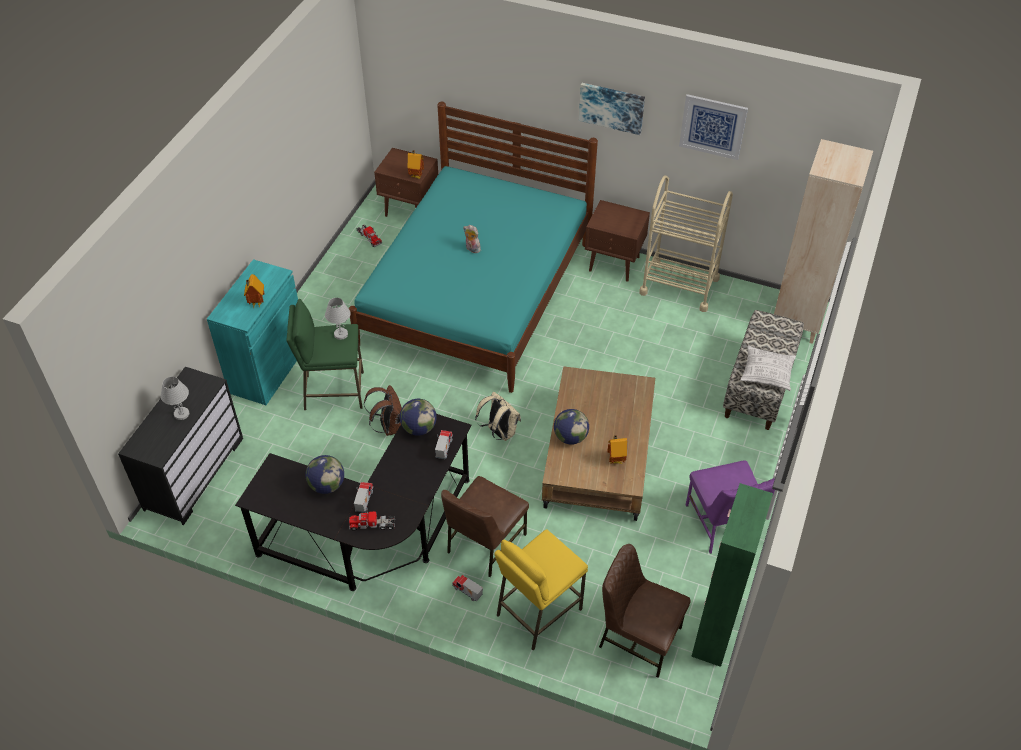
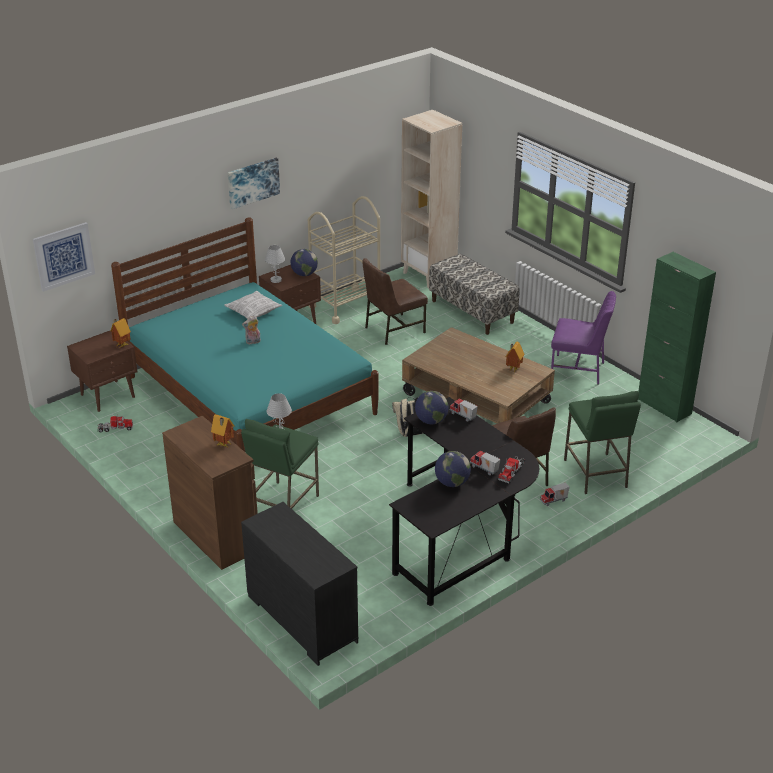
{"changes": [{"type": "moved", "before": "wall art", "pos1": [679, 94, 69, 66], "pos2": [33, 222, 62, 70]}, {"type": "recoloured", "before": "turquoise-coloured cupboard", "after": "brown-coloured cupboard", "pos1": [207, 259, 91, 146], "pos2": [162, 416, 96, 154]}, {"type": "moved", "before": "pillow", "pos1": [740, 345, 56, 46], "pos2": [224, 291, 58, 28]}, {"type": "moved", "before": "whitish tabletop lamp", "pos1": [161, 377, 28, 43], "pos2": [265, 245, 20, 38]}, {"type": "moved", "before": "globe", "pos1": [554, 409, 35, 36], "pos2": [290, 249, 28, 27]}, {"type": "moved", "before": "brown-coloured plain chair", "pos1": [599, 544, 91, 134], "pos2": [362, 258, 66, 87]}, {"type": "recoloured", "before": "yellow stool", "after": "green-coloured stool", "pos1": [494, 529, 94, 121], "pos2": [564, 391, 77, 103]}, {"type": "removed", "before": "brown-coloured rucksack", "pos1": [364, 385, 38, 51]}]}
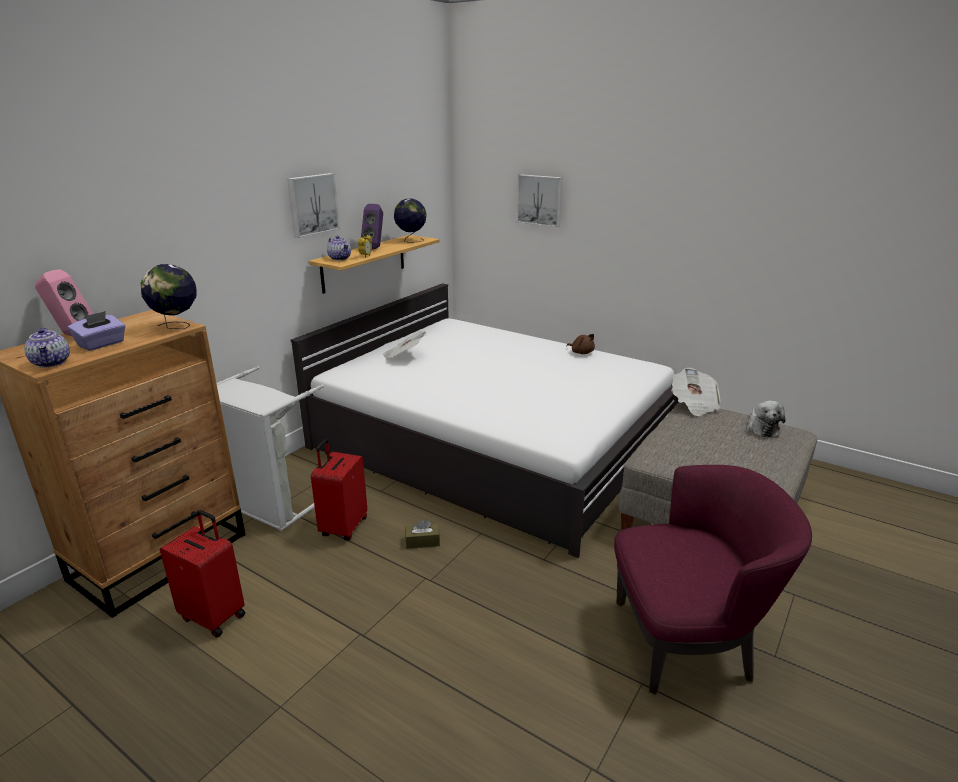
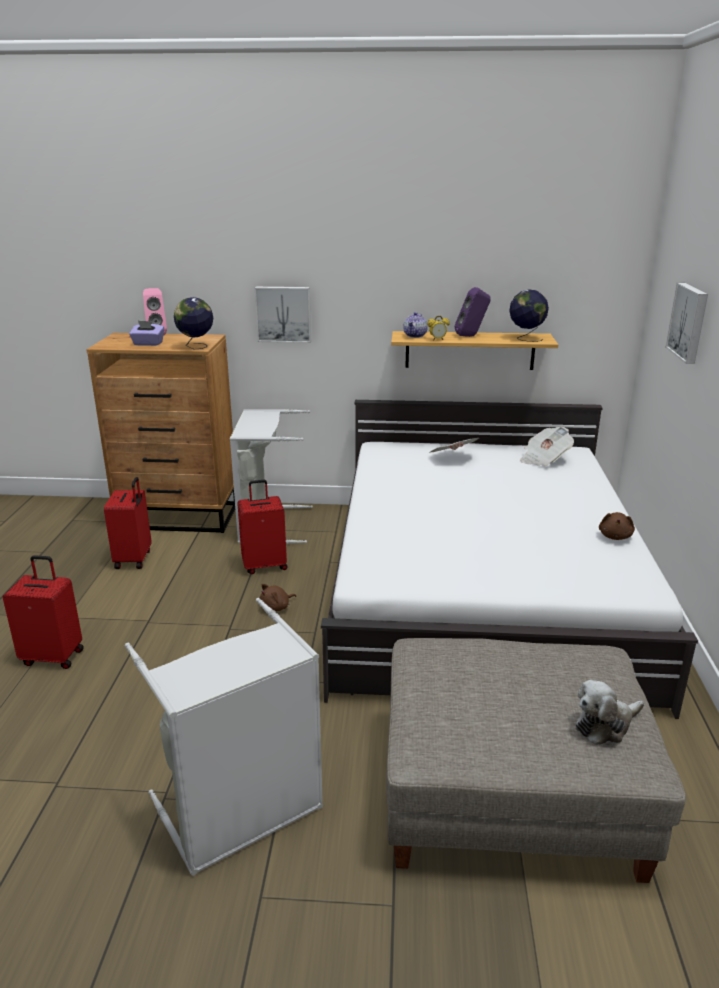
{"changes": [{"type": "added", "after": "red-coloured suitcase", "pos2": [3, 555, 81, 114]}, {"type": "replaced", "before": "purple-coloured easy chair", "after": "greyish hamper", "pos1": [614, 465, 198, 230], "pos2": [125, 598, 198, 278]}, {"type": "moved", "before": "wall art", "pos1": [287, 173, 53, 65], "pos2": [255, 287, 56, 56]}, {"type": "replaced", "before": "brown-coloured tissue holder", "after": "brown-coloured cuddly toy", "pos1": [405, 519, 35, 30], "pos2": [260, 584, 36, 27]}, {"type": "moved", "before": "printed paper", "pos1": [671, 368, 50, 48], "pos2": [520, 427, 54, 39]}, {"type": "removed", "before": "pot for tea", "pos1": [24, 328, 46, 40]}]}
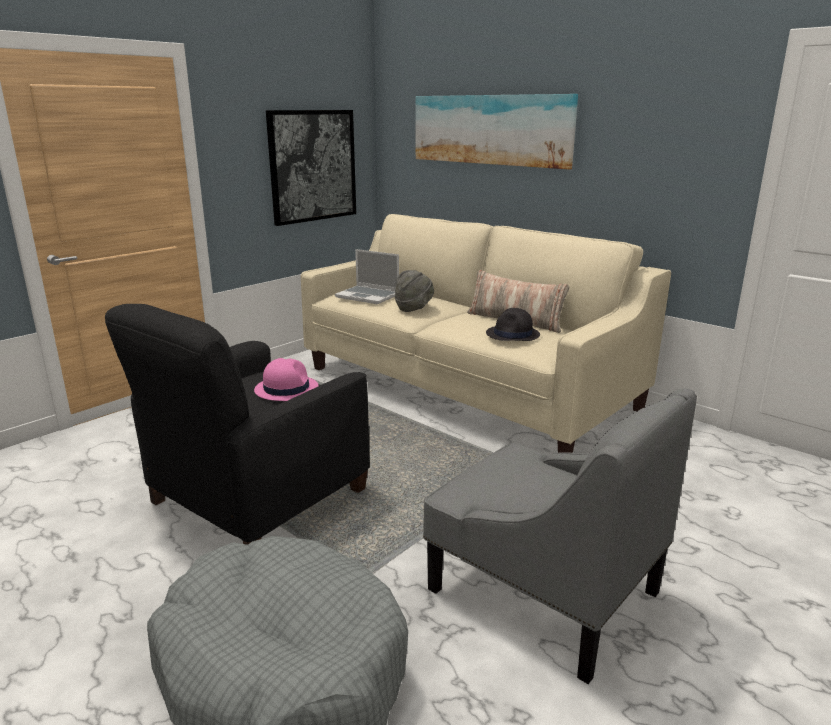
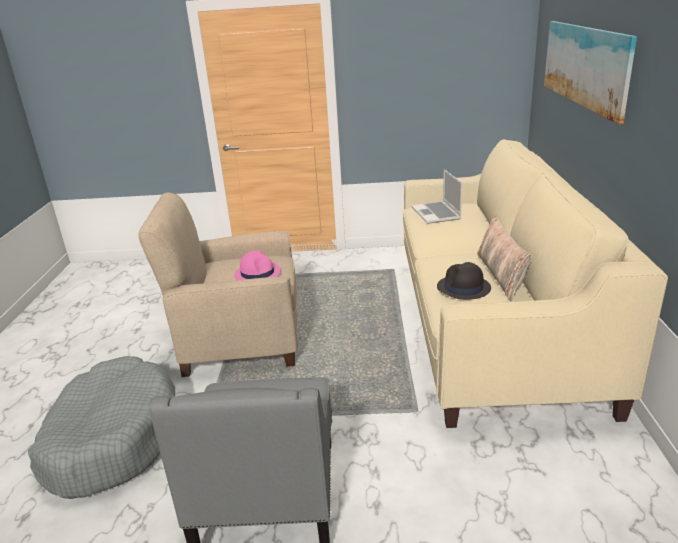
{"changes": [{"type": "recoloured", "before": "blackish easy chair", "after": "beige-coloured easy chair", "pos1": [105, 304, 265, 241], "pos2": [138, 192, 160, 185]}, {"type": "removed", "before": "wall art", "pos1": [266, 110, 90, 116]}, {"type": "removed", "before": "greyish hat", "pos1": [394, 270, 40, 42]}]}
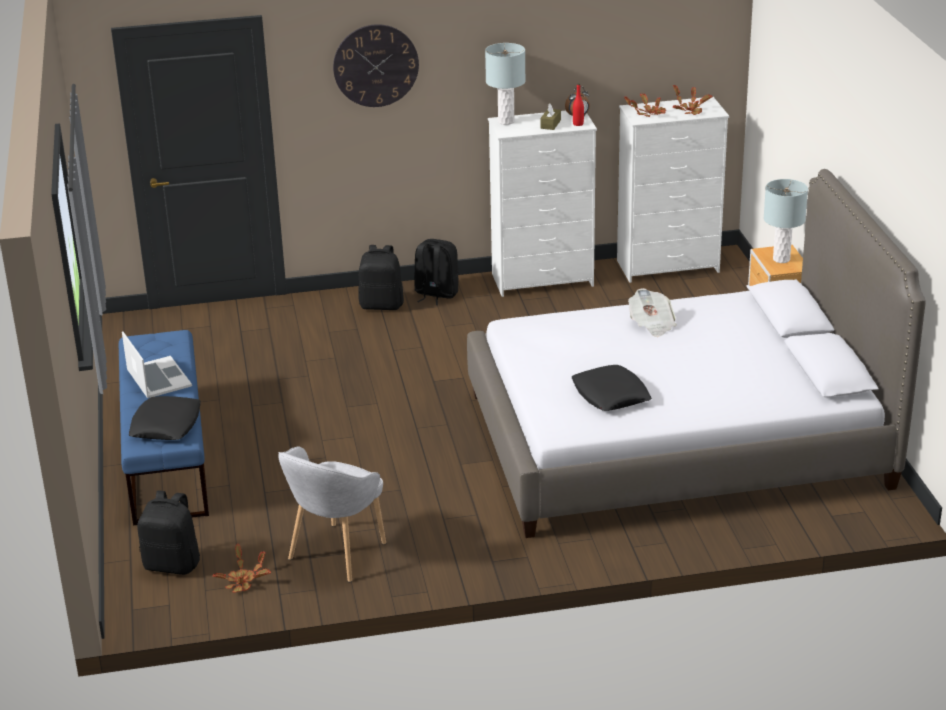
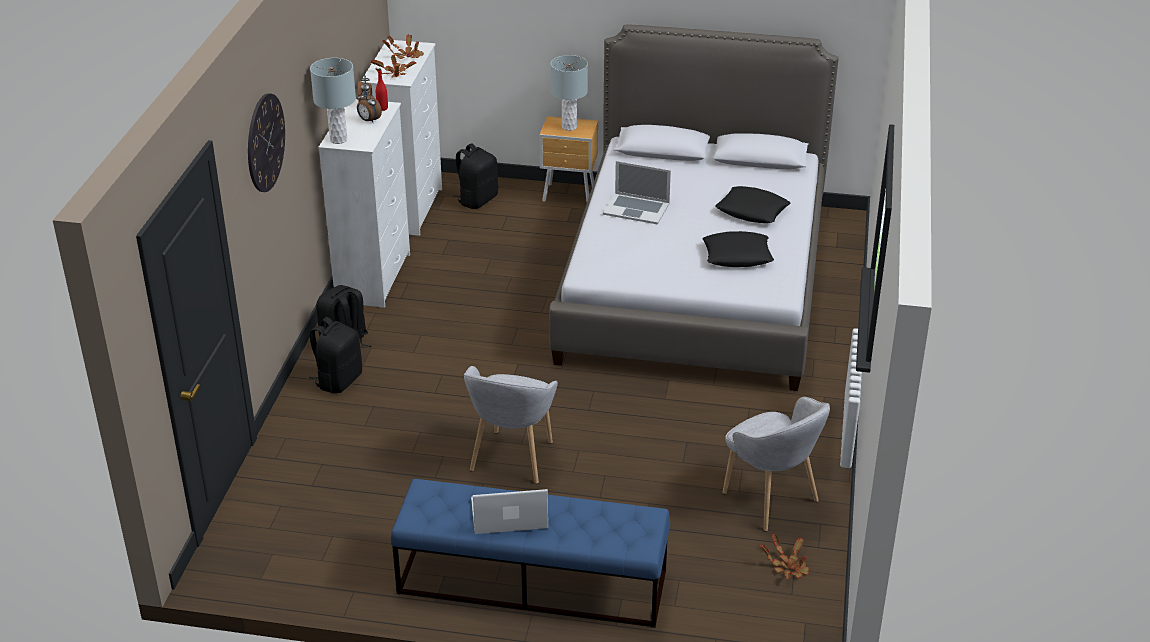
{"changes": [{"type": "replaced", "before": "brown-coloured tissue holder", "after": "bedside clock", "pos1": [541, 103, 20, 27], "pos2": [357, 90, 25, 32]}, {"type": "moved", "before": "blackish rucksack", "pos1": [137, 491, 63, 84], "pos2": [453, 143, 45, 66]}, {"type": "added", "after": "greyish easy chair", "pos2": [464, 366, 94, 118]}, {"type": "replaced", "before": "printed paper", "after": "notebook computer", "pos1": [628, 288, 49, 49], "pos2": [603, 161, 68, 64]}, {"type": "moved", "before": "blackish pillow", "pos1": [129, 396, 72, 44], "pos2": [715, 186, 76, 37]}]}
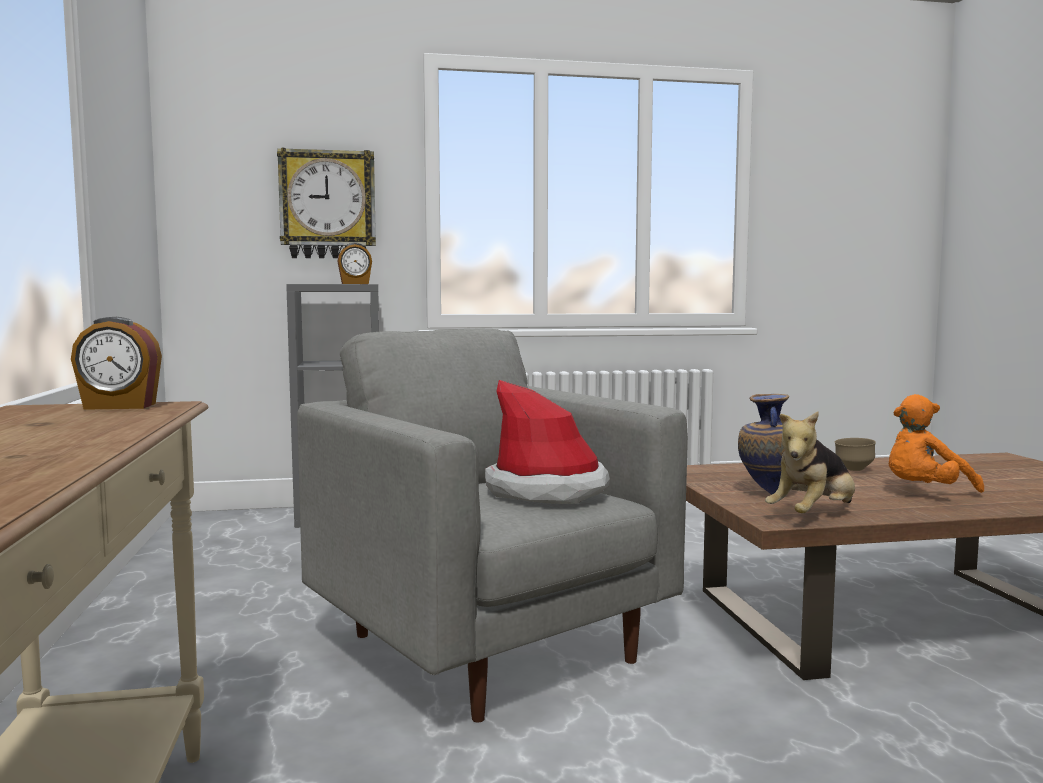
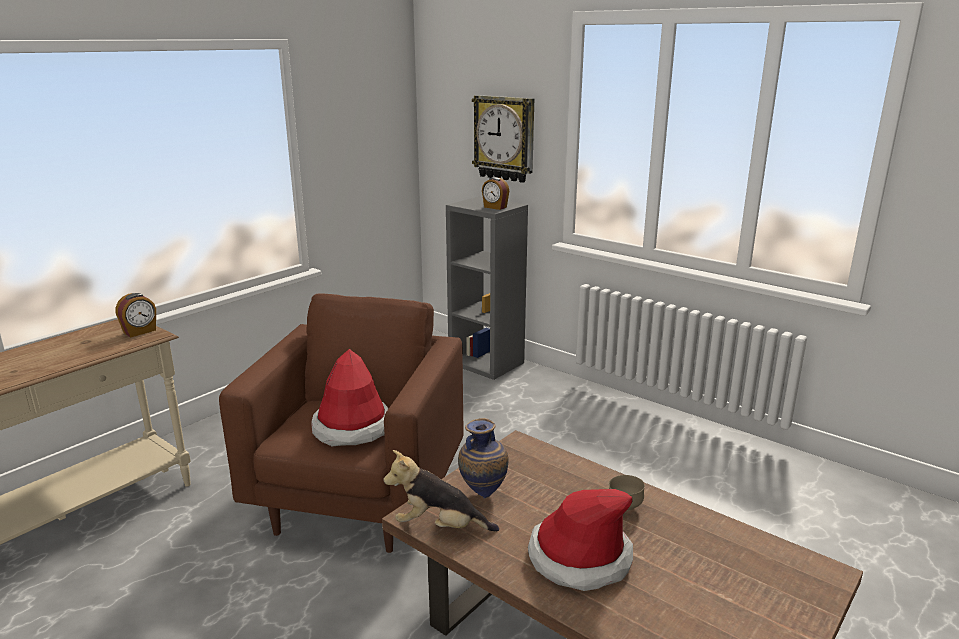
{"changes": [{"type": "turned", "before": "bedside clock", "pos1": [71, 317, 91, 93], "pos2": [116, 293, 40, 45], "turn": -90}, {"type": "recoloured", "before": "greyish easy chair", "after": "brown-coloured easy chair", "pos1": [297, 328, 391, 395], "pos2": [219, 293, 245, 260]}, {"type": "replaced", "before": "orangey cuddly toy", "after": "hat", "pos1": [889, 394, 95, 99], "pos2": [528, 489, 105, 102]}]}
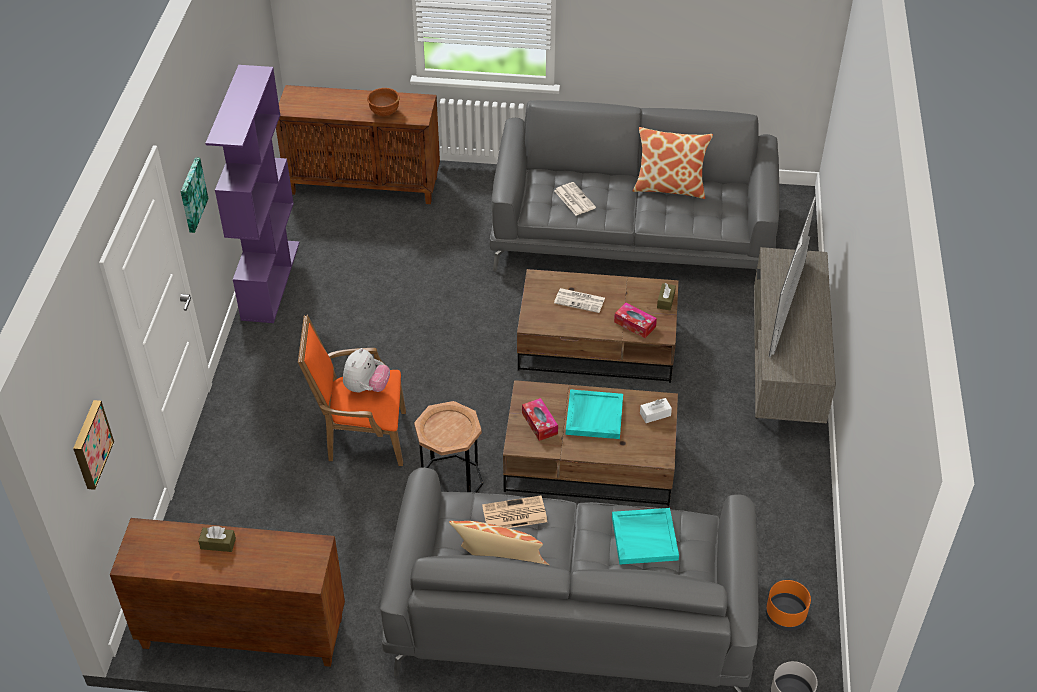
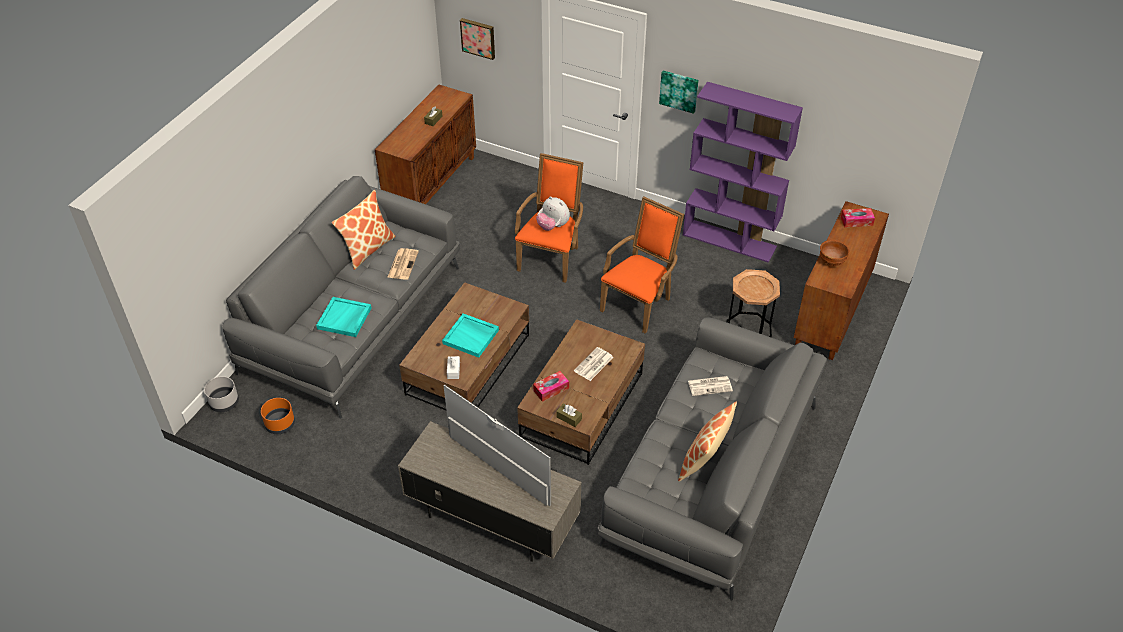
{"changes": [{"type": "added", "after": "orangey easy chair", "pos2": [600, 197, 84, 137]}, {"type": "moved", "before": "brown-coloured accent table", "pos1": [414, 401, 69, 92], "pos2": [726, 269, 54, 68]}, {"type": "moved", "before": "tissue holder", "pos1": [522, 398, 36, 43], "pos2": [841, 208, 34, 19]}]}
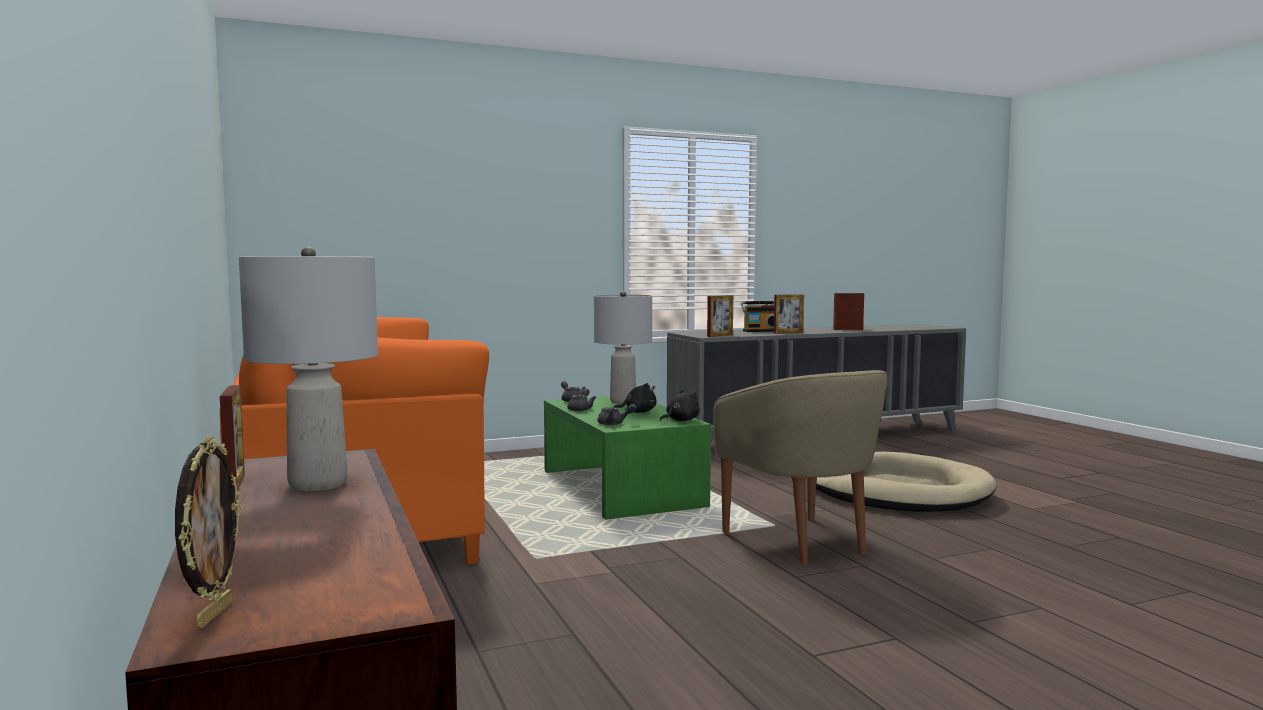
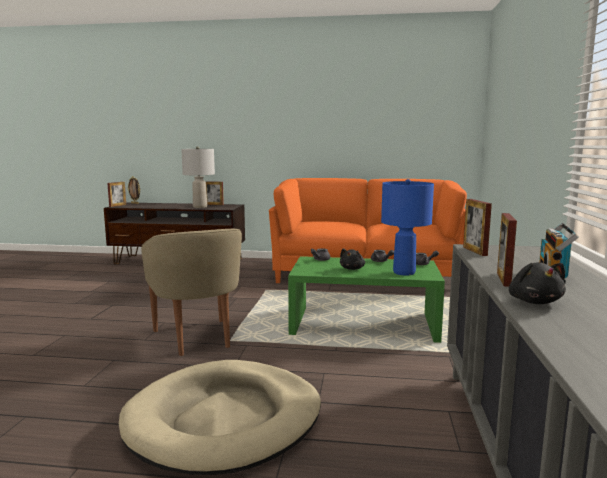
{"changes": [{"type": "moved", "before": "picture frame", "pos1": [833, 293, 31, 37], "pos2": [107, 182, 19, 25]}, {"type": "turned", "before": "beige-coloured easy chair", "pos1": [713, 370, 174, 195], "pos2": [141, 229, 101, 127], "turn": -120}, {"type": "recoloured", "before": "greyish tabletop lamp", "after": "bluish tabletop lamp", "pos1": [594, 291, 58, 113], "pos2": [381, 179, 53, 97]}, {"type": "moved", "before": "blackish cuddly toy", "pos1": [660, 389, 40, 32], "pos2": [509, 262, 57, 42]}]}
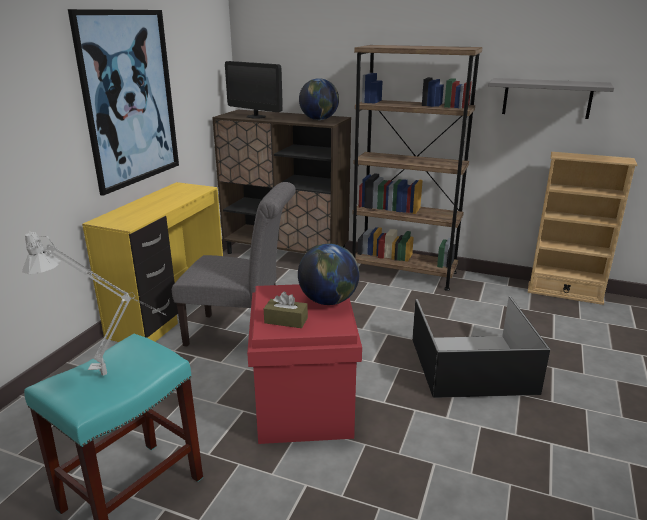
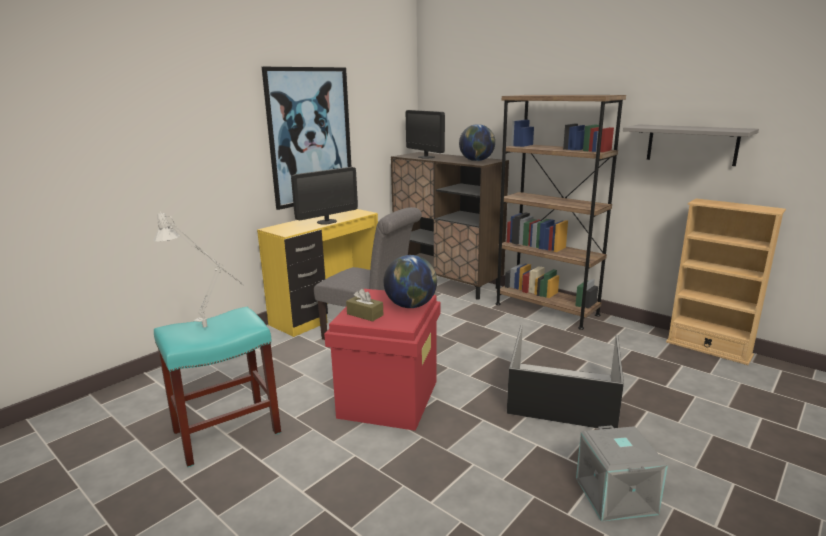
{"changes": [{"type": "added", "after": "computer display", "pos2": [291, 167, 67, 57]}, {"type": "added", "after": "greyish storage bin", "pos2": [576, 425, 92, 96]}]}
